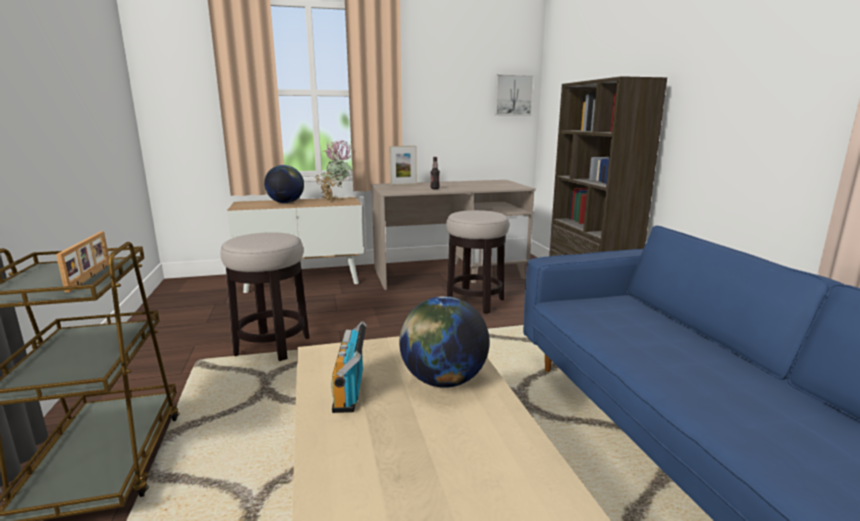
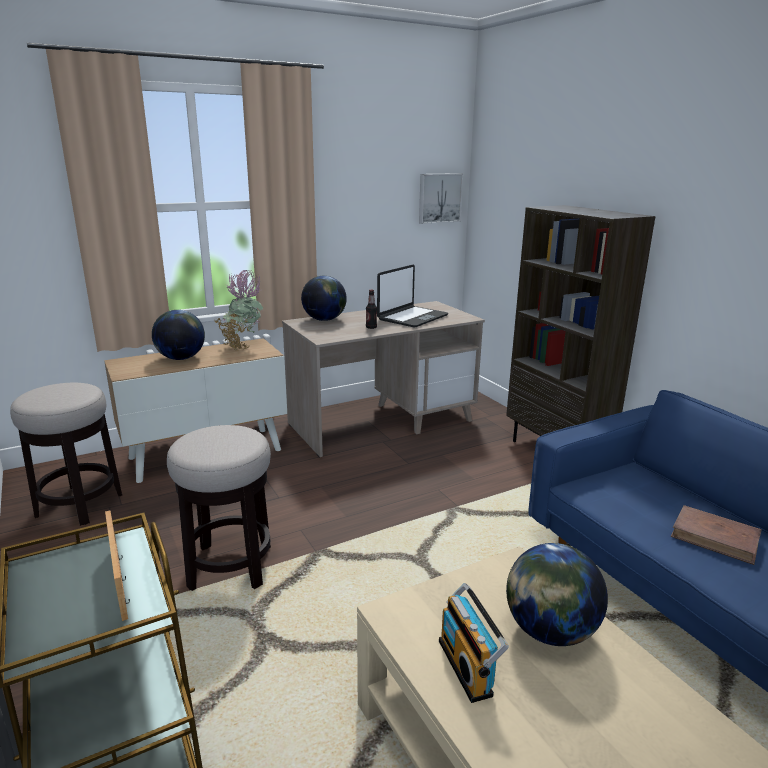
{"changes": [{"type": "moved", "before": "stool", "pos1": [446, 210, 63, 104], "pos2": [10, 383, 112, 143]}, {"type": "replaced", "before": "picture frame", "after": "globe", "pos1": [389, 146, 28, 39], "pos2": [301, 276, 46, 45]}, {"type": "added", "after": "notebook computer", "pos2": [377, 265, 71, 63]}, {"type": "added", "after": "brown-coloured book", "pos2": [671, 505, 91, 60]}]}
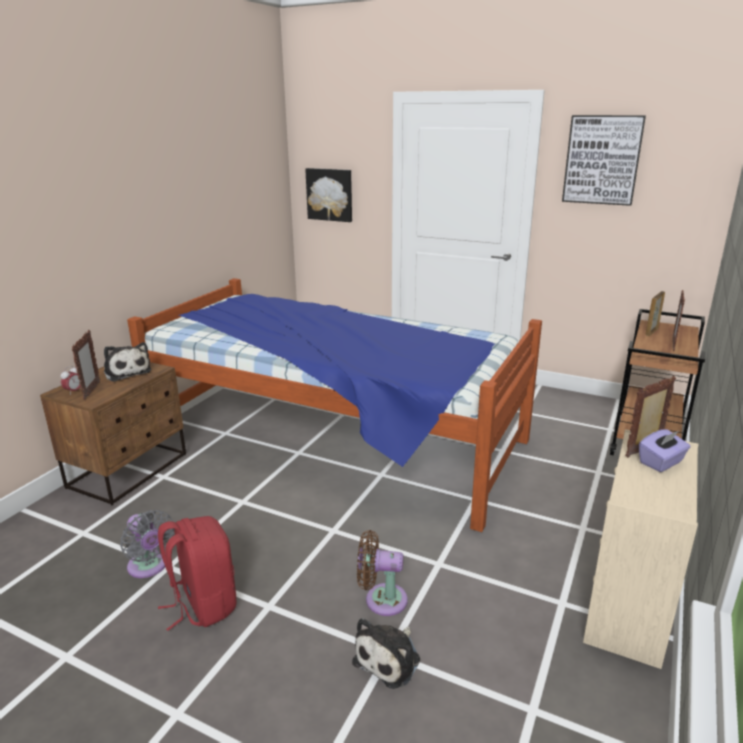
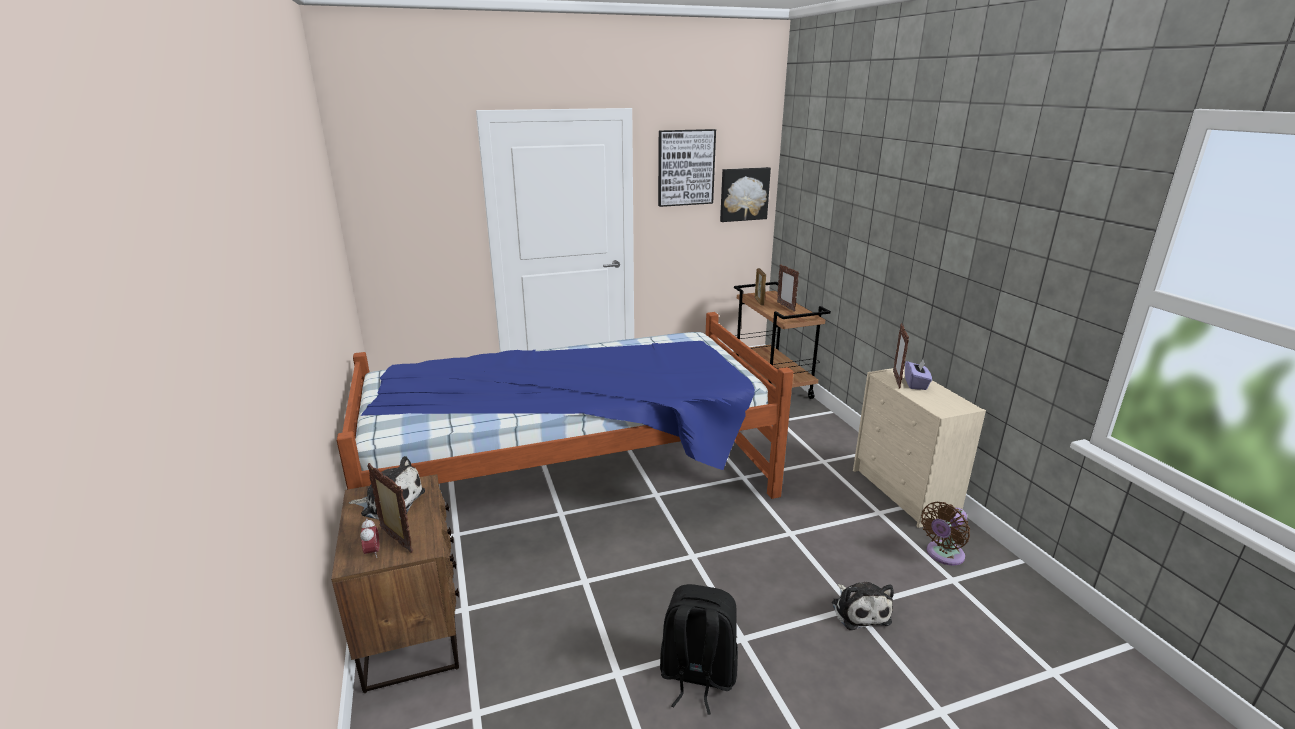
{"changes": [{"type": "recoloured", "before": "red-coloured rucksack", "after": "blackish rucksack", "pos1": [158, 516, 78, 115], "pos2": [660, 584, 78, 131]}, {"type": "moved", "before": "wall art", "pos1": [305, 168, 47, 54], "pos2": [720, 167, 51, 55]}, {"type": "moved", "before": "brown-coloured fan", "pos1": [357, 530, 51, 86], "pos2": [921, 502, 49, 63]}, {"type": "removed", "before": "greyish fan", "pos1": [120, 510, 54, 68]}]}
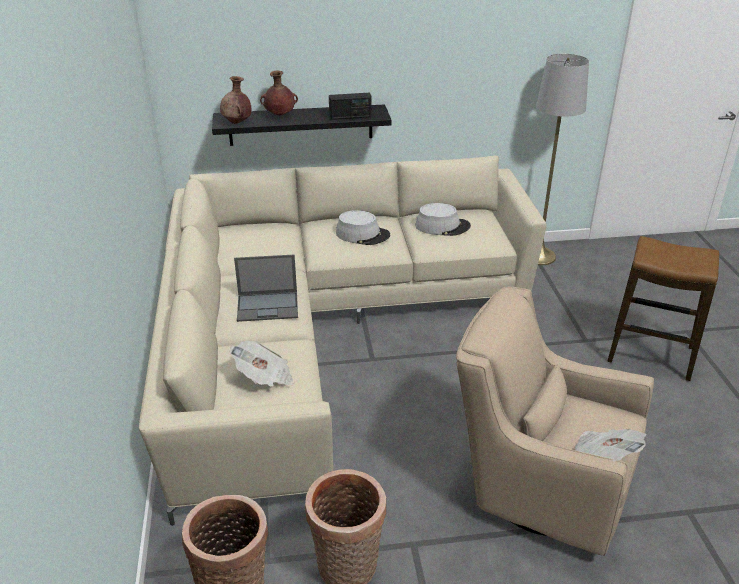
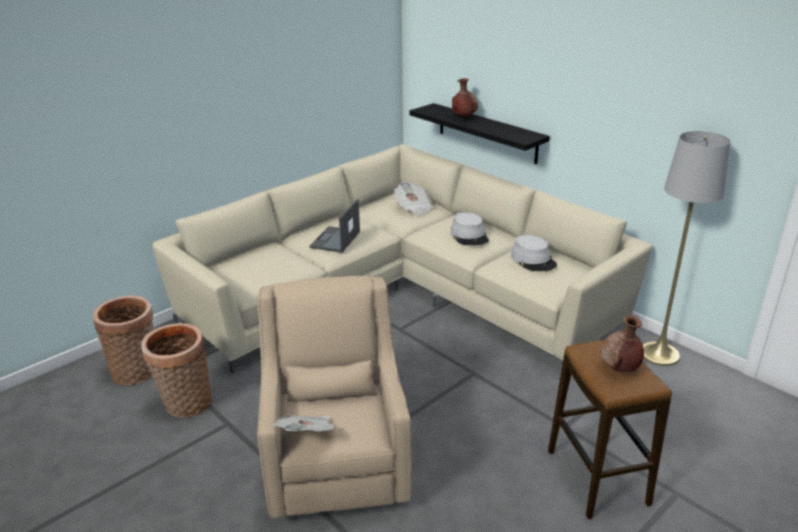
{"changes": [{"type": "turned", "before": "notebook computer", "pos1": [234, 255, 64, 67], "pos2": [309, 199, 51, 54], "turn": 60}, {"type": "moved", "before": "printed paper", "pos1": [230, 340, 64, 47], "pos2": [394, 182, 40, 35]}, {"type": "moved", "before": "brown-coloured flower vase", "pos1": [220, 76, 31, 48], "pos2": [600, 315, 44, 57]}, {"type": "removed", "before": "radio", "pos1": [329, 92, 42, 28]}]}
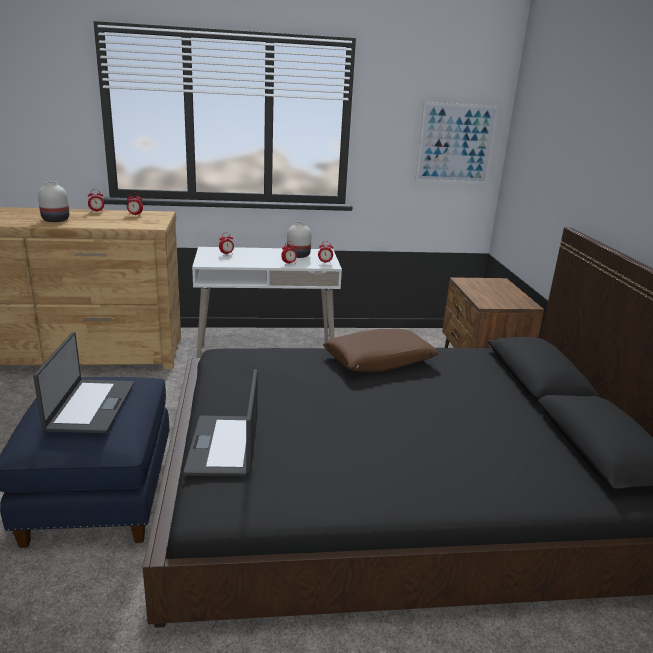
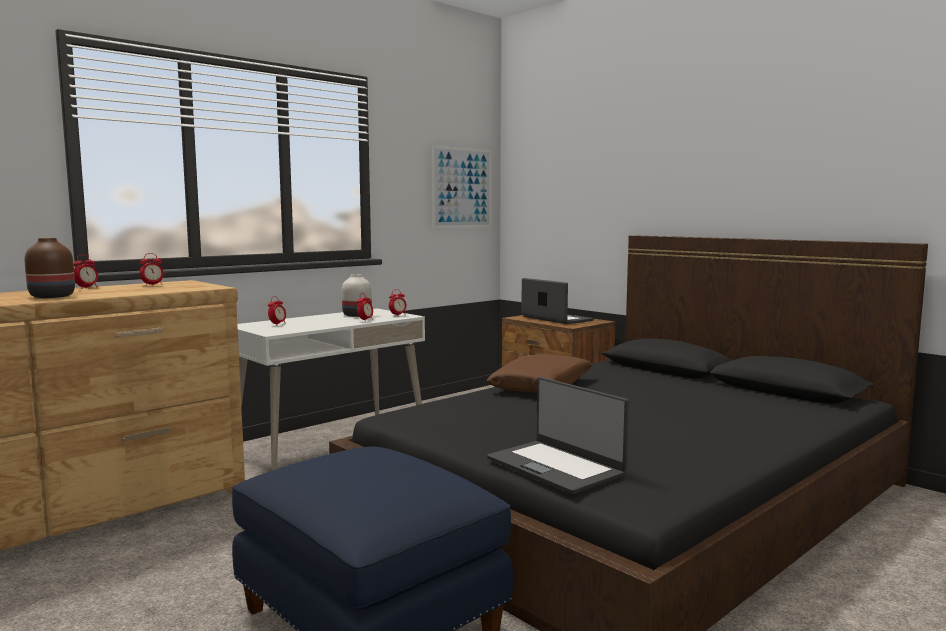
{"changes": [{"type": "recoloured", "before": "whitish flower vase", "after": "brown-coloured flower vase", "pos1": [38, 181, 31, 41], "pos2": [24, 238, 51, 60]}, {"type": "moved", "before": "notebook computer", "pos1": [33, 332, 101, 101], "pos2": [521, 278, 73, 46]}]}
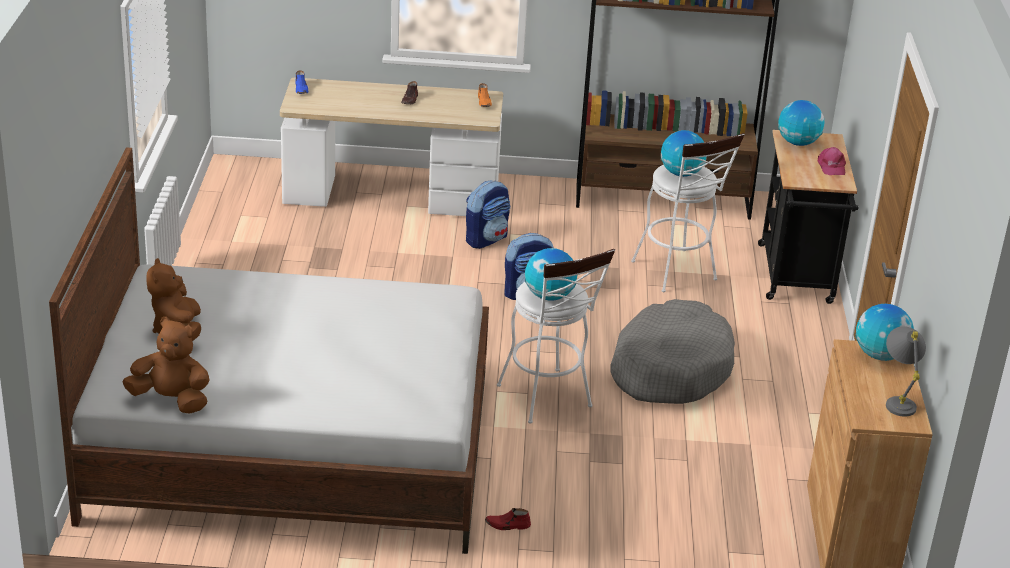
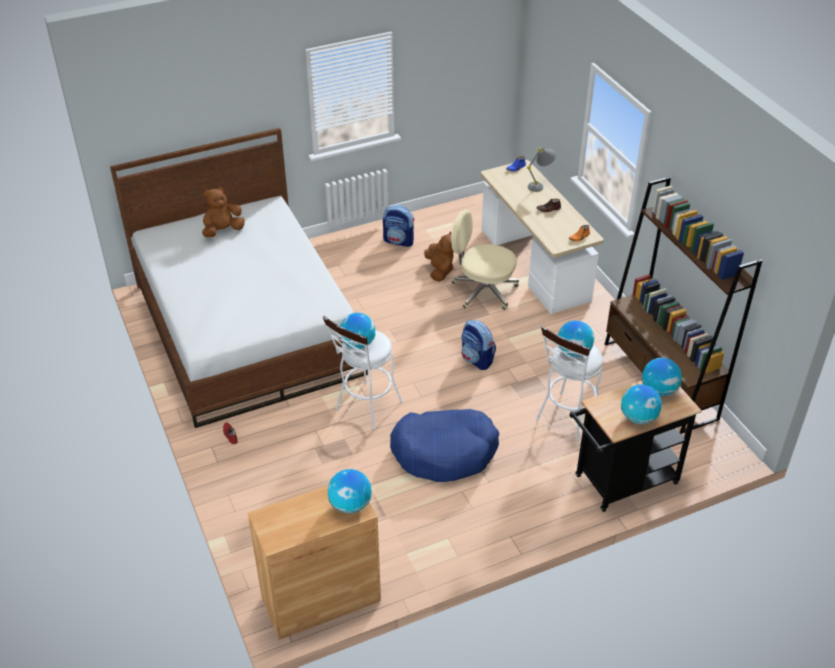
{"changes": [{"type": "moved", "before": "rucksack", "pos1": [466, 180, 45, 69], "pos2": [383, 205, 32, 42]}, {"type": "recoloured", "before": "greyish pet bed", "after": "bluish pet bed", "pos1": [610, 299, 125, 105], "pos2": [390, 409, 109, 73]}, {"type": "moved", "before": "brown-coloured cuddly toy", "pos1": [122, 317, 87, 97], "pos2": [424, 231, 30, 51]}, {"type": "added", "after": "beige-coloured desk chair", "pos2": [451, 210, 68, 100]}, {"type": "moved", "before": "greyish tabletop lamp", "pos1": [886, 326, 40, 91], "pos2": [527, 148, 29, 44]}, {"type": "replaced", "before": "pink-coloured cap", "after": "globe", "pos1": [817, 147, 29, 28], "pos2": [621, 384, 41, 40]}]}
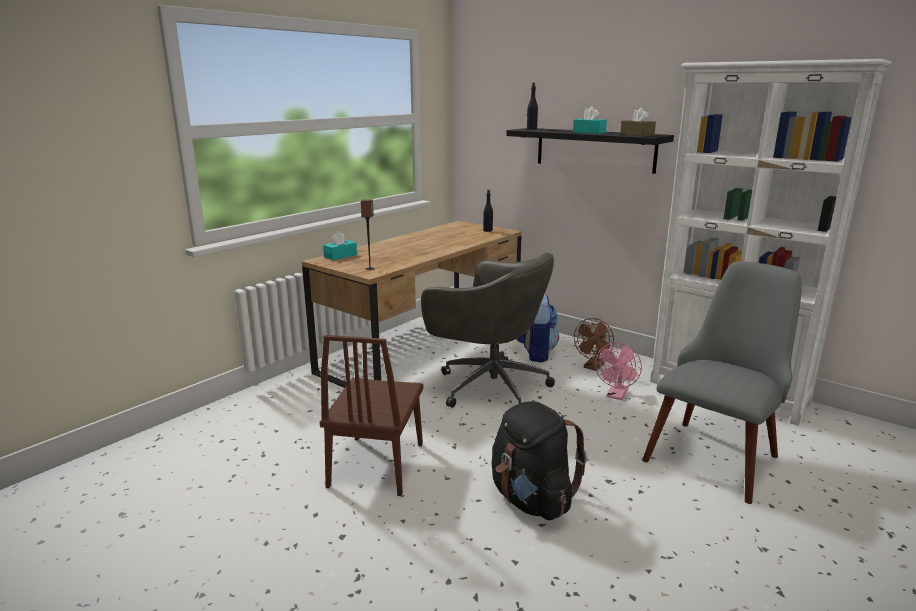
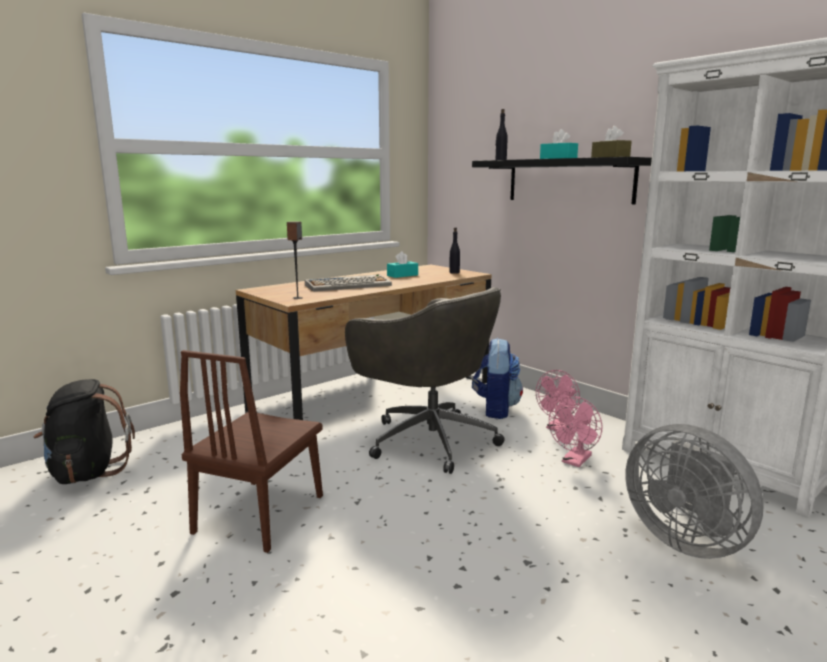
{"changes": [{"type": "moved", "before": "blackish rucksack", "pos1": [492, 401, 95, 119], "pos2": [33, 379, 102, 105]}, {"type": "added", "after": "PC keyboard", "pos2": [305, 274, 87, 18]}, {"type": "moved", "before": "turquoise-coloured tissue holder", "pos1": [323, 231, 34, 29], "pos2": [387, 251, 31, 27]}, {"type": "recoloured", "before": "brown-coloured fan", "after": "pink-coloured fan", "pos1": [574, 318, 40, 53], "pos2": [536, 370, 44, 61]}, {"type": "replaced", "before": "greyish plain chair", "after": "greyish fan", "pos1": [642, 261, 160, 243], "pos2": [625, 424, 139, 135]}]}
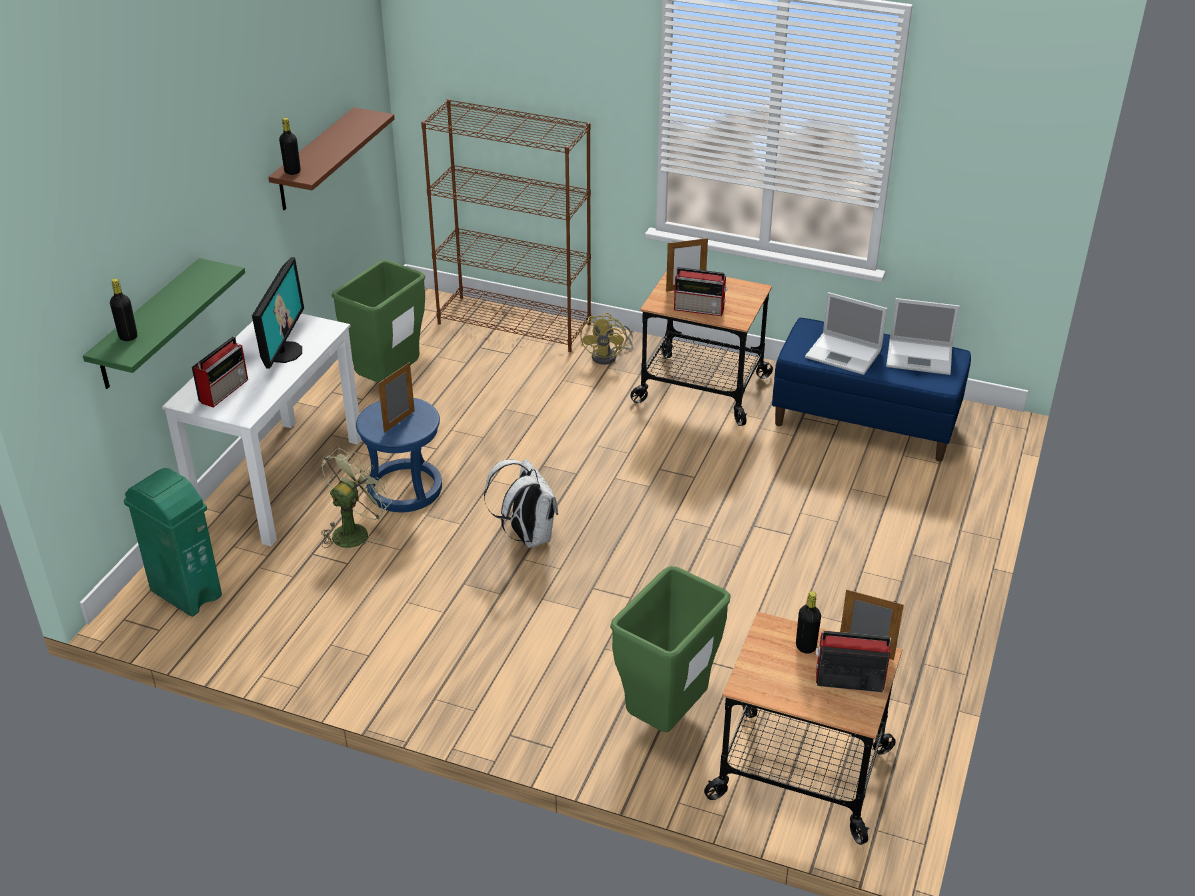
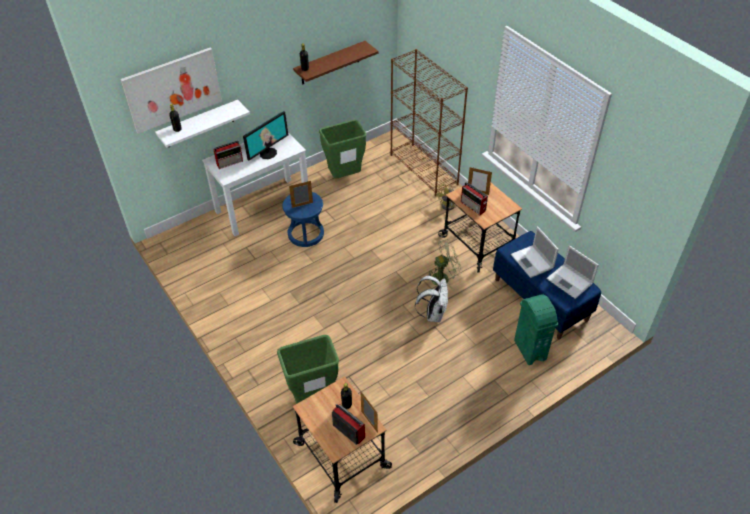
{"changes": [{"type": "added", "after": "wall art", "pos2": [120, 48, 102, 86]}, {"type": "recoloured", "before": "green-coloured bracket shelf", "after": "whitish bracket shelf", "pos1": [83, 258, 162, 131], "pos2": [155, 100, 95, 48]}, {"type": "moved", "before": "whitish rucksack", "pos1": [484, 459, 74, 89], "pos2": [415, 276, 33, 46]}, {"type": "moved", "before": "green-coloured fan", "pos1": [321, 448, 71, 100], "pos2": [428, 239, 34, 50]}, {"type": "moved", "before": "green-coloured rubbish bin", "pos1": [124, 468, 98, 149], "pos2": [514, 295, 44, 70]}]}
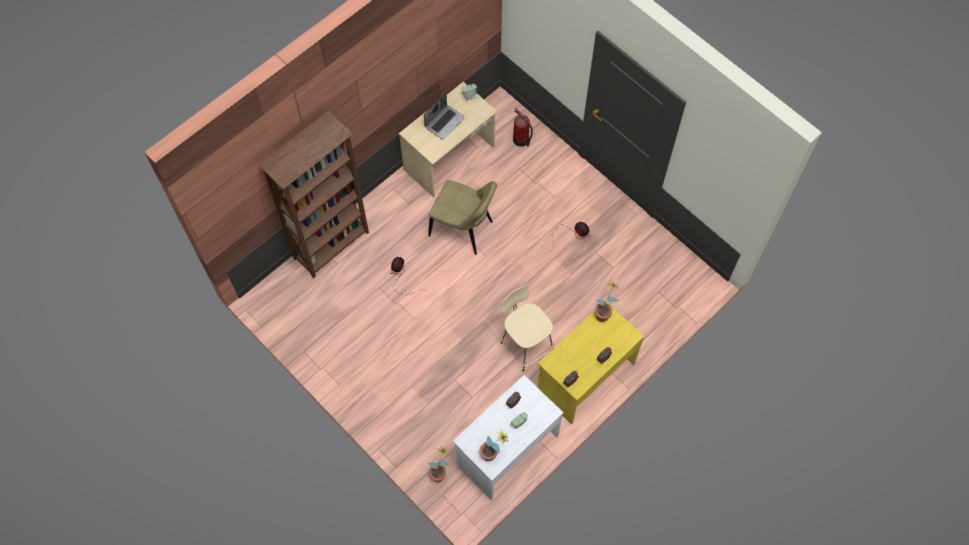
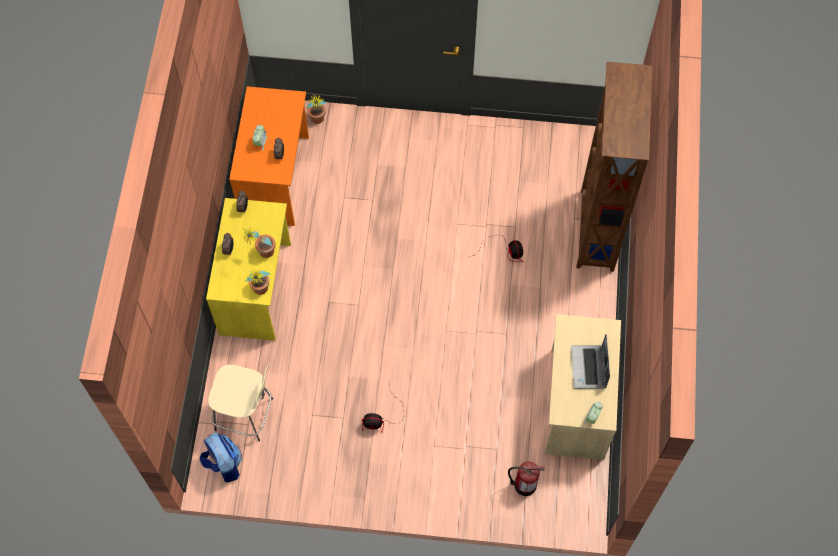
{"changes": [{"type": "added", "after": "rucksack", "pos2": [200, 433, 42, 50]}, {"type": "moved", "before": "beige-coloured stool", "pos1": [500, 285, 53, 87], "pos2": [208, 365, 65, 76]}, {"type": "recoloured", "before": "whitish desk table", "after": "orangey desk table", "pos1": [453, 375, 110, 126], "pos2": [229, 86, 80, 140]}, {"type": "moved", "before": "potted plant", "pos1": [480, 431, 30, 30], "pos2": [243, 226, 32, 32]}, {"type": "removed", "before": "beige-coloured plain chair", "pos1": [429, 180, 68, 75]}]}
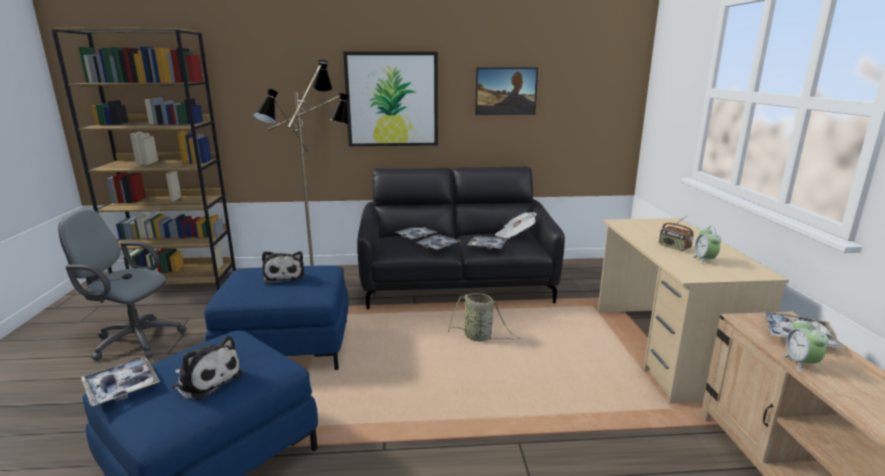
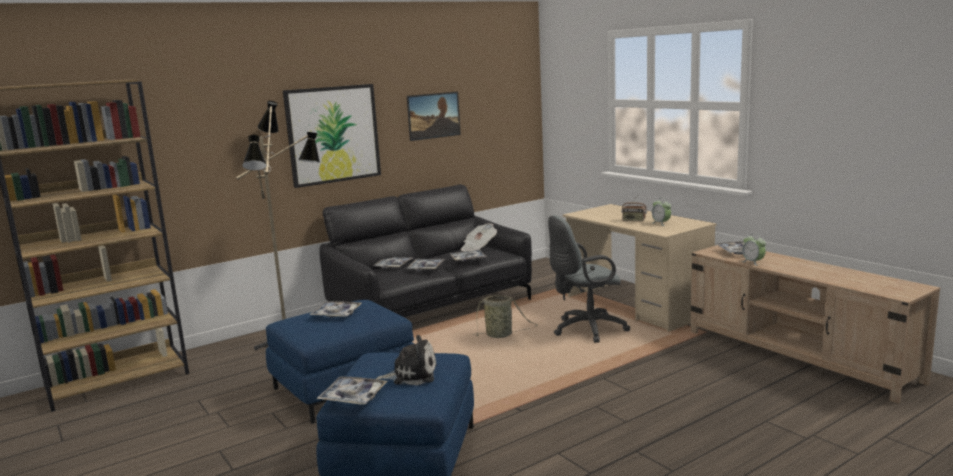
{"changes": [{"type": "replaced", "before": "cuddly toy", "after": "carrying tray", "pos1": [262, 251, 43, 33], "pos2": [310, 301, 51, 16]}, {"type": "moved", "before": "greyish desk chair", "pos1": [58, 209, 128, 152], "pos2": [548, 215, 82, 128]}]}
